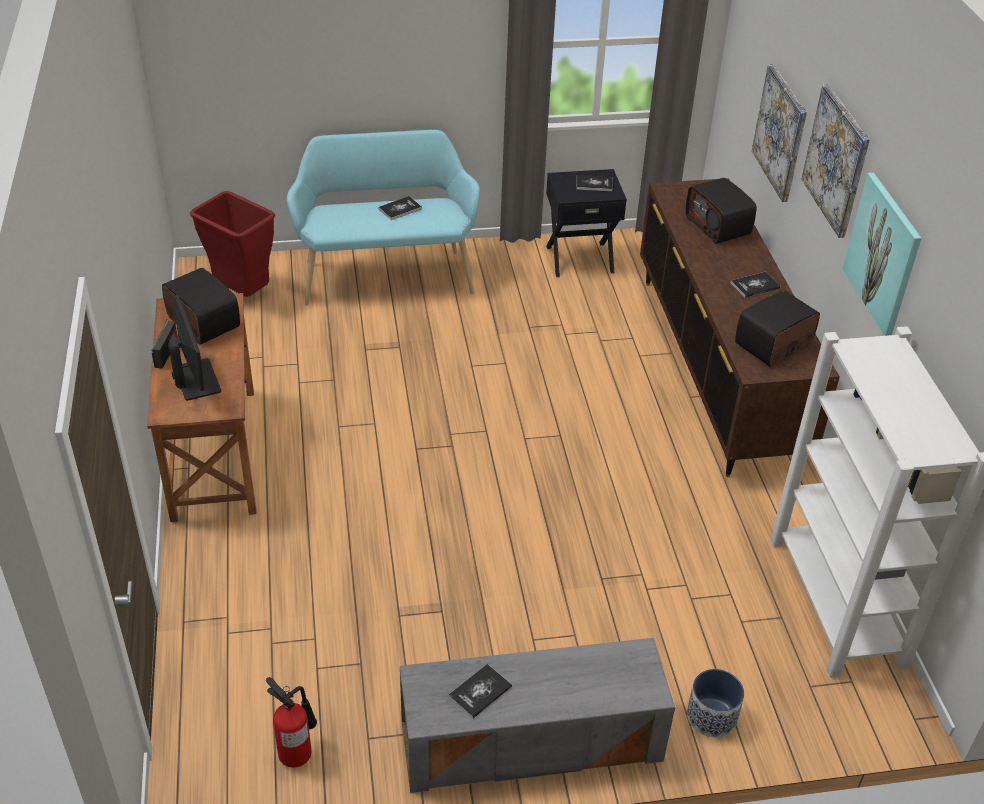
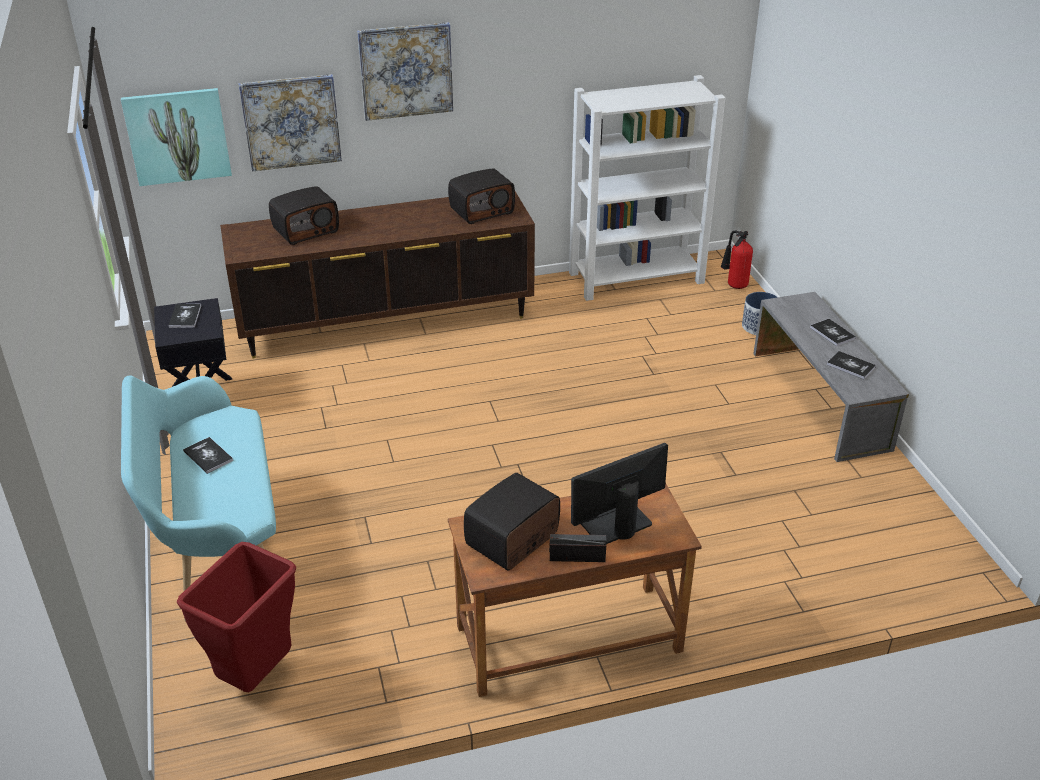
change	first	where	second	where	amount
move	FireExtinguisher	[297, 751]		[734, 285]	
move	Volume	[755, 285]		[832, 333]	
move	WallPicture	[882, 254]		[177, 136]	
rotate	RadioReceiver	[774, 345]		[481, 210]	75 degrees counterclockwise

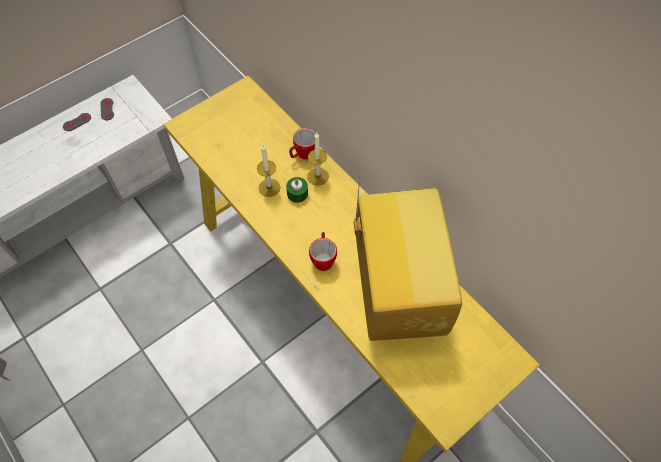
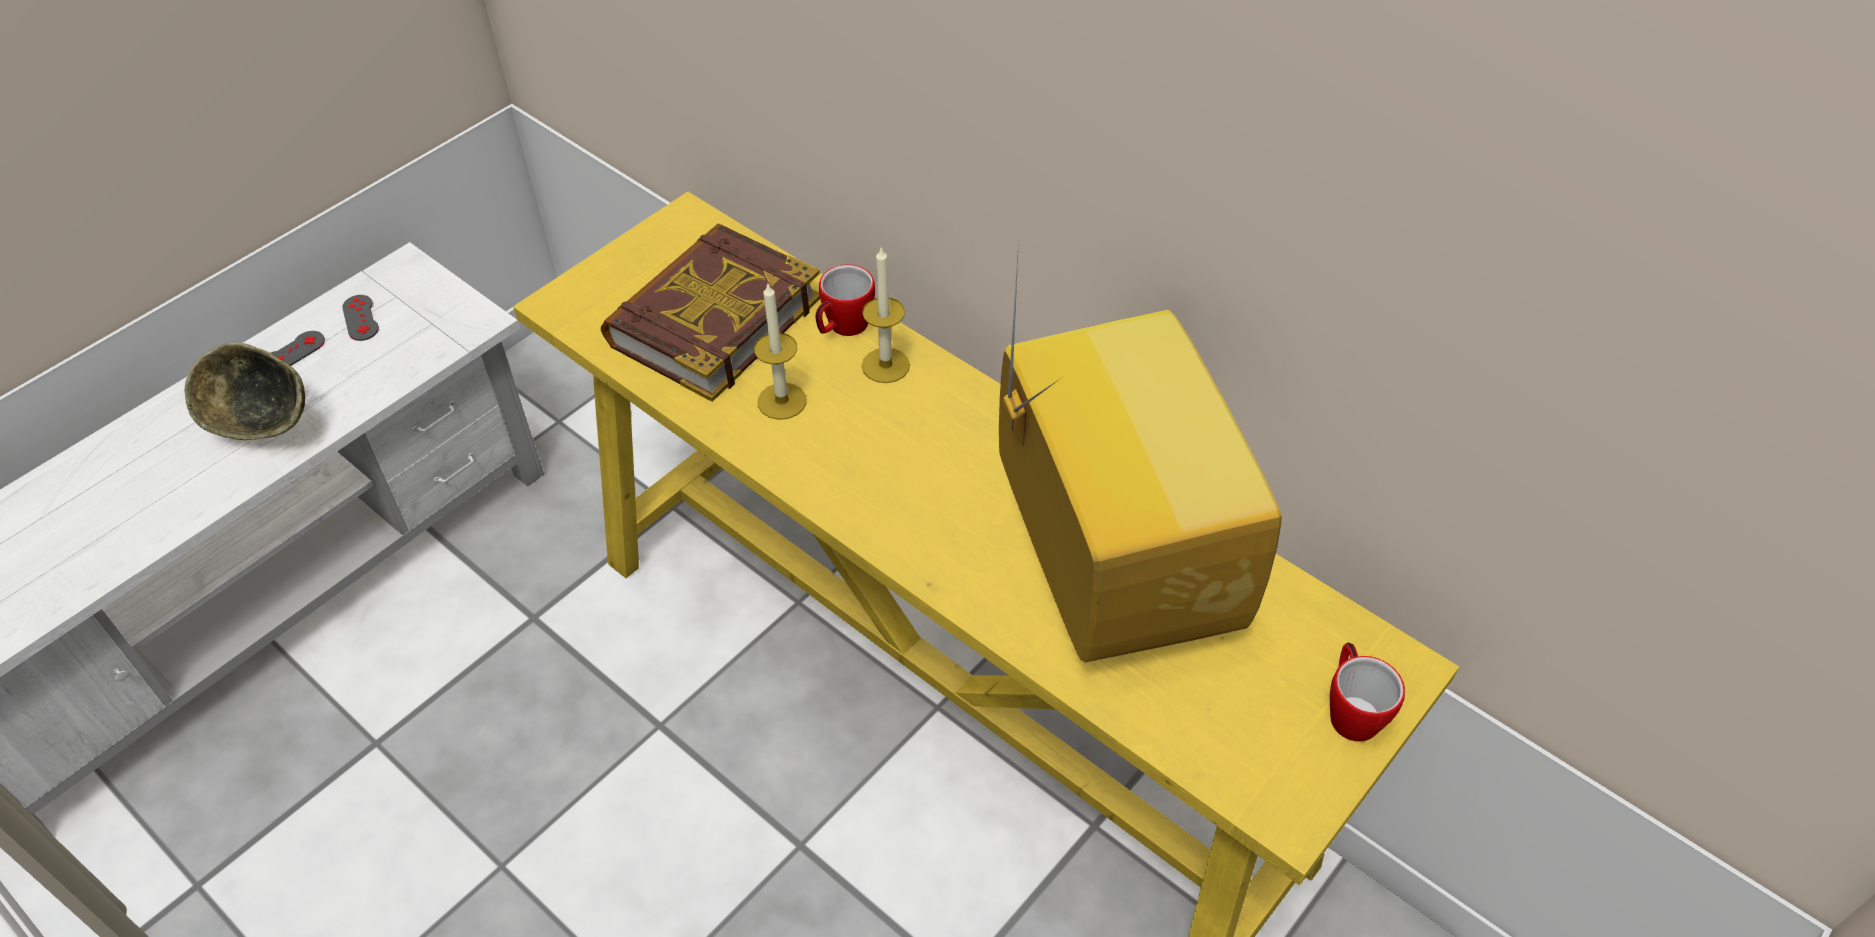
change	first	where	second	where	amount
delete	GreenColouredCandle	[297, 193]			
insert			DeepDish	[266, 426]	
insert			Volume	[713, 321]	
move	TeaMug	[323, 258]		[1350, 710]	

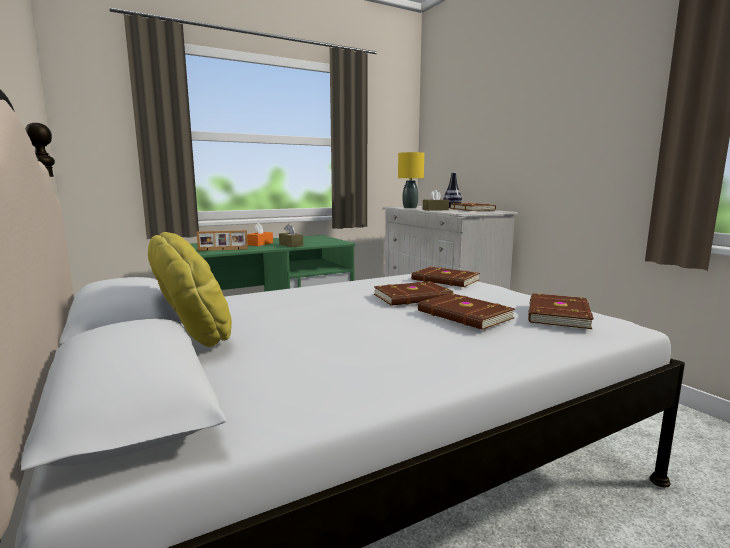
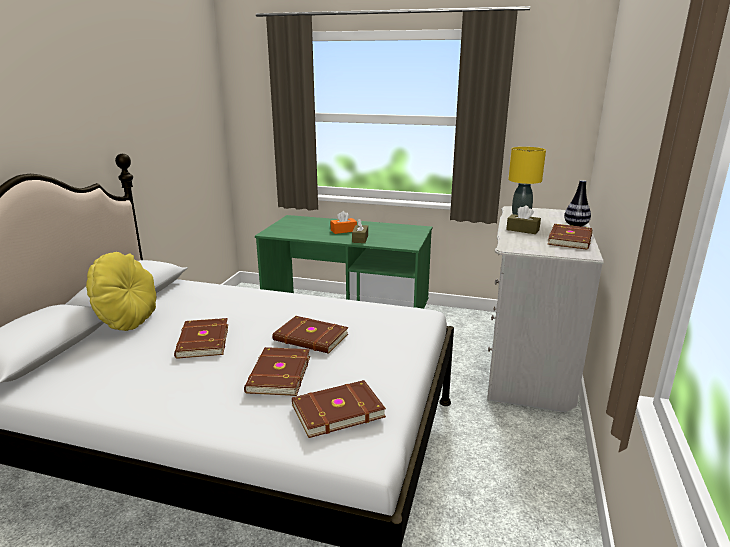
change	first	where	second	where	amount
delete	PhotoFrame	[223, 250]			
move	BrownVolume	[445, 280]		[201, 341]	

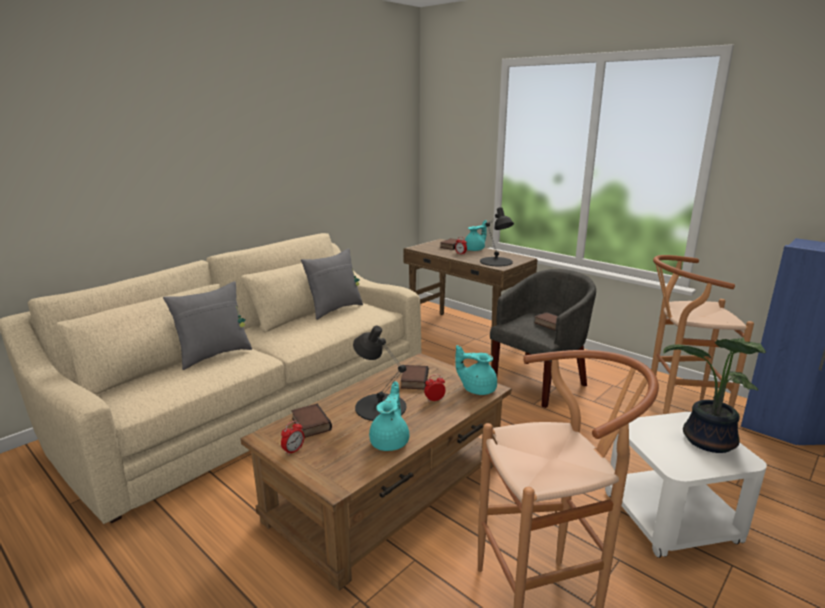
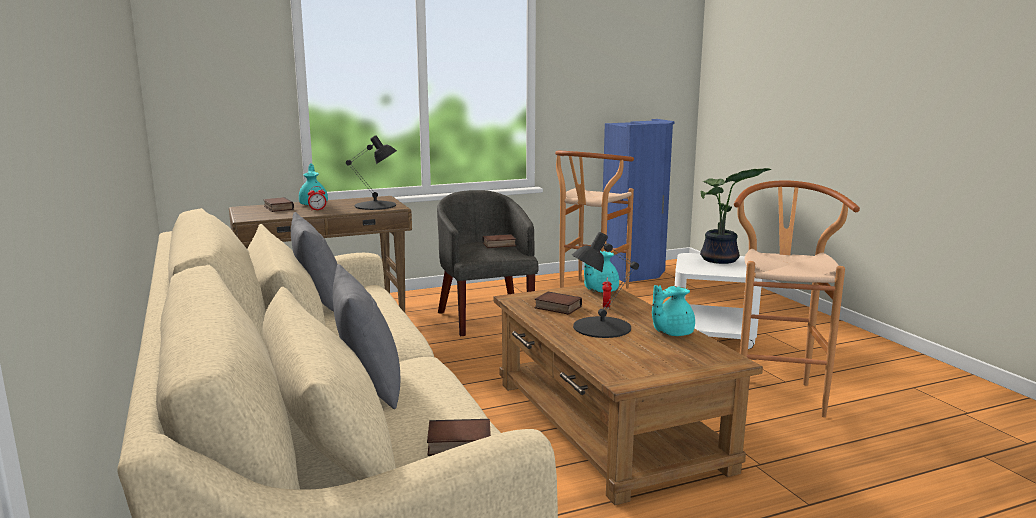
change	first	where	second	where	amount
delete	AlarmClock	[293, 450]			
move	Volume	[309, 424]		[458, 445]	
rotate	TurquoisePotForTea	[390, 441]		[671, 333]	75 degrees counterclockwise

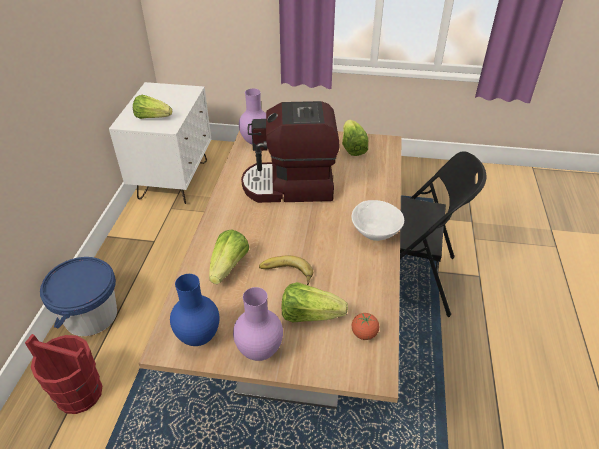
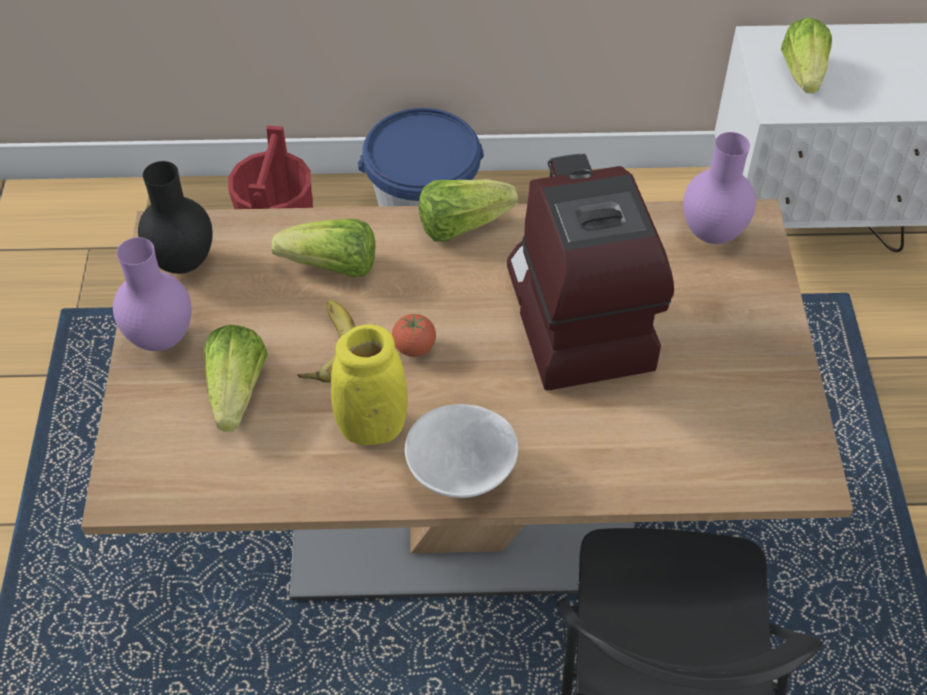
change	first	where	second	where	amount
insert			YellowishFlowerVase	[372, 426]	
move	LettuceHead	[352, 147]		[462, 225]	
move	Tomato	[364, 334]		[414, 347]	
recolor	BluishFlowerVase	[199, 338]	BlackishFlowerVase	[182, 264]	

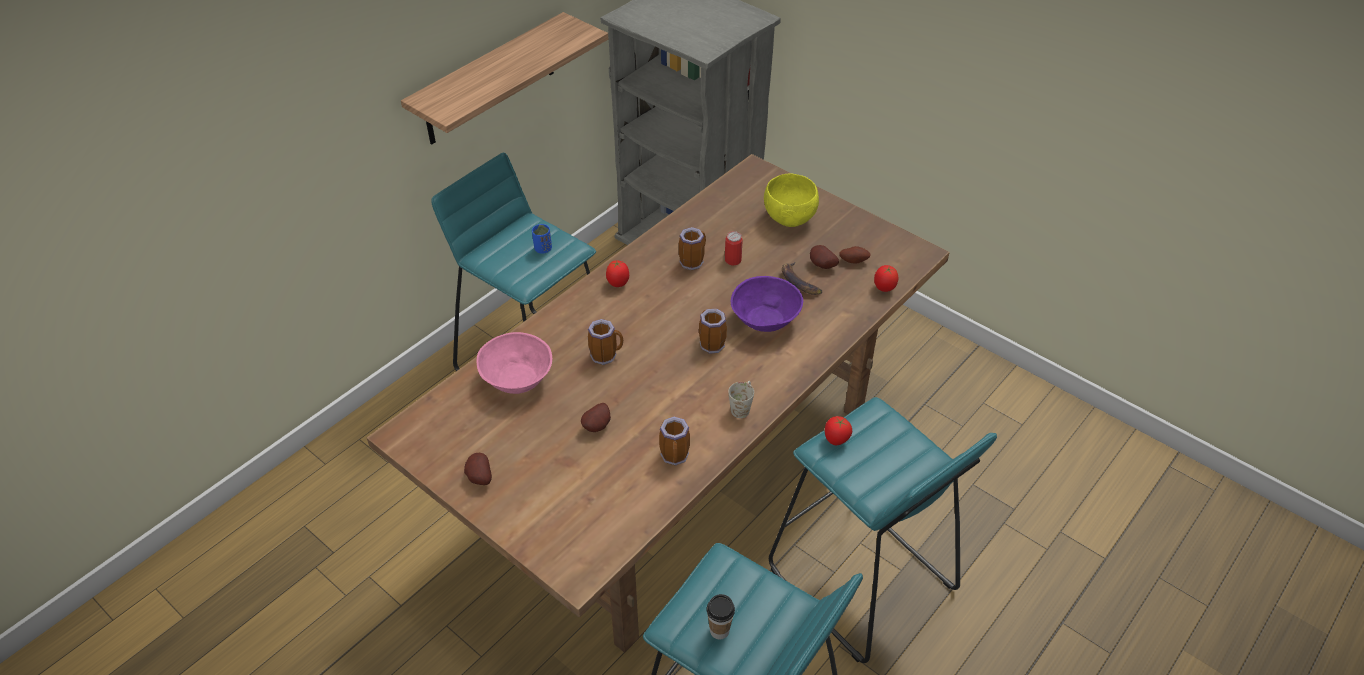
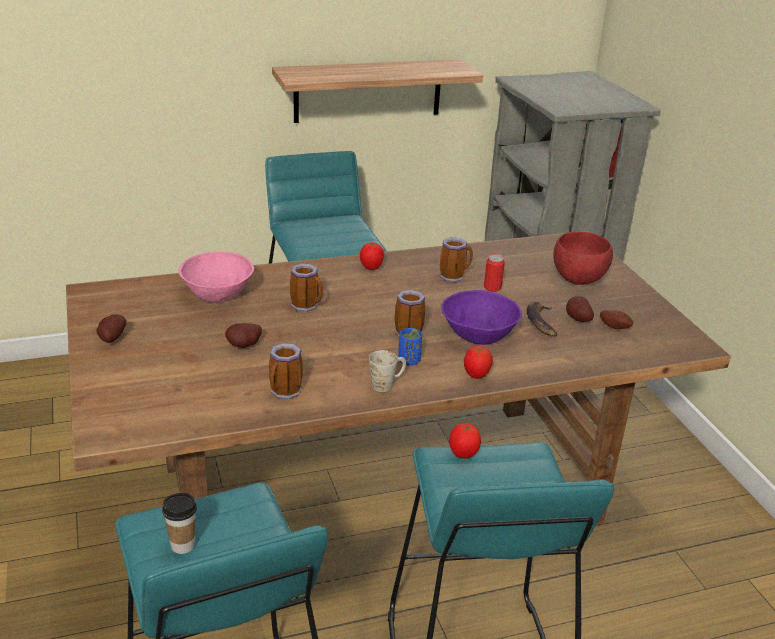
change	first	where	second	where	amount
move	BluishDrinkingCup	[543, 249]		[409, 361]	
move	Tomato	[884, 288]		[476, 376]	
recolor	YellowishDeepDish	[789, 218]	ReddishDeepDish	[578, 279]	

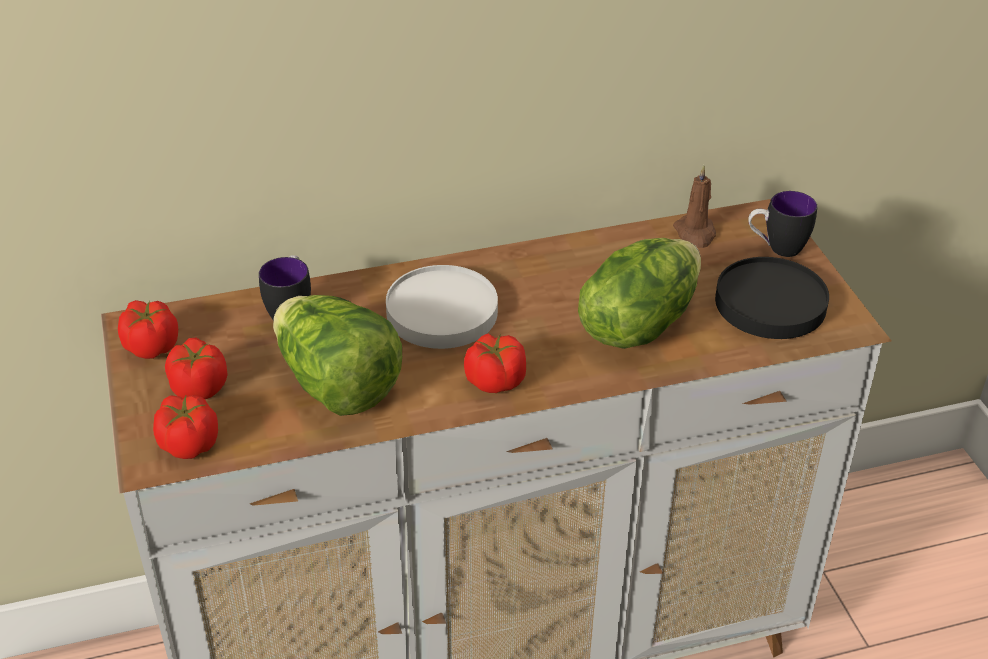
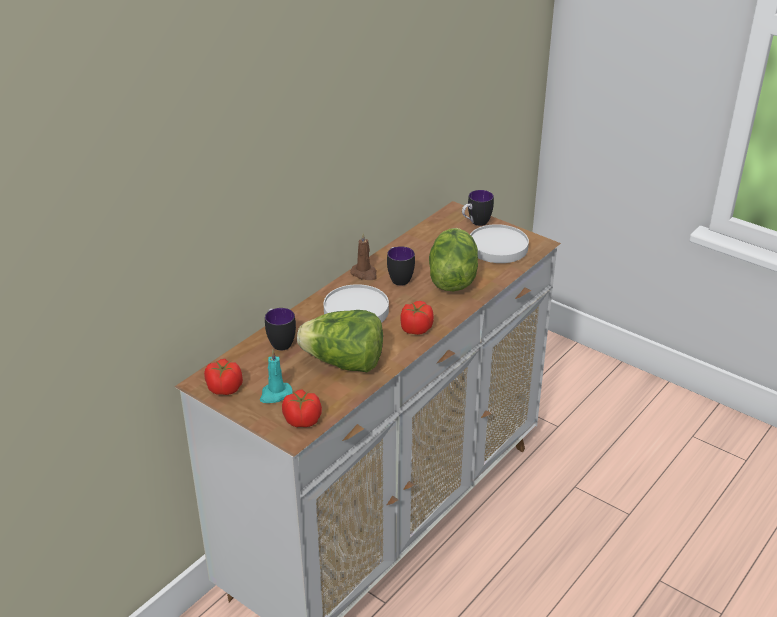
change	first	where	second	where	amount
insert			TeaMug	[398, 278]	
move	BrownCandle	[695, 233]		[364, 274]	
replace	Tomato	[199, 387]	TurquoiseCandle	[275, 394]	
recolor	BlackishFlatDish	[770, 303]	WhiteColouredFlatDish	[498, 247]	

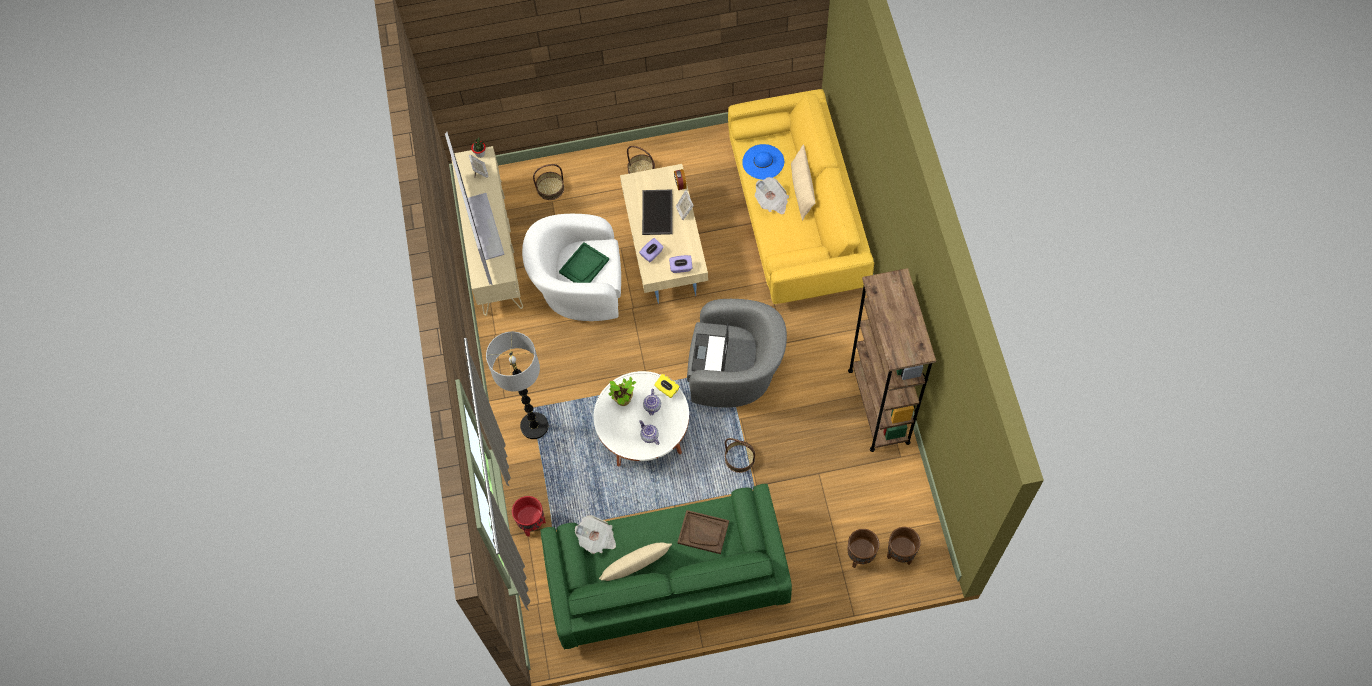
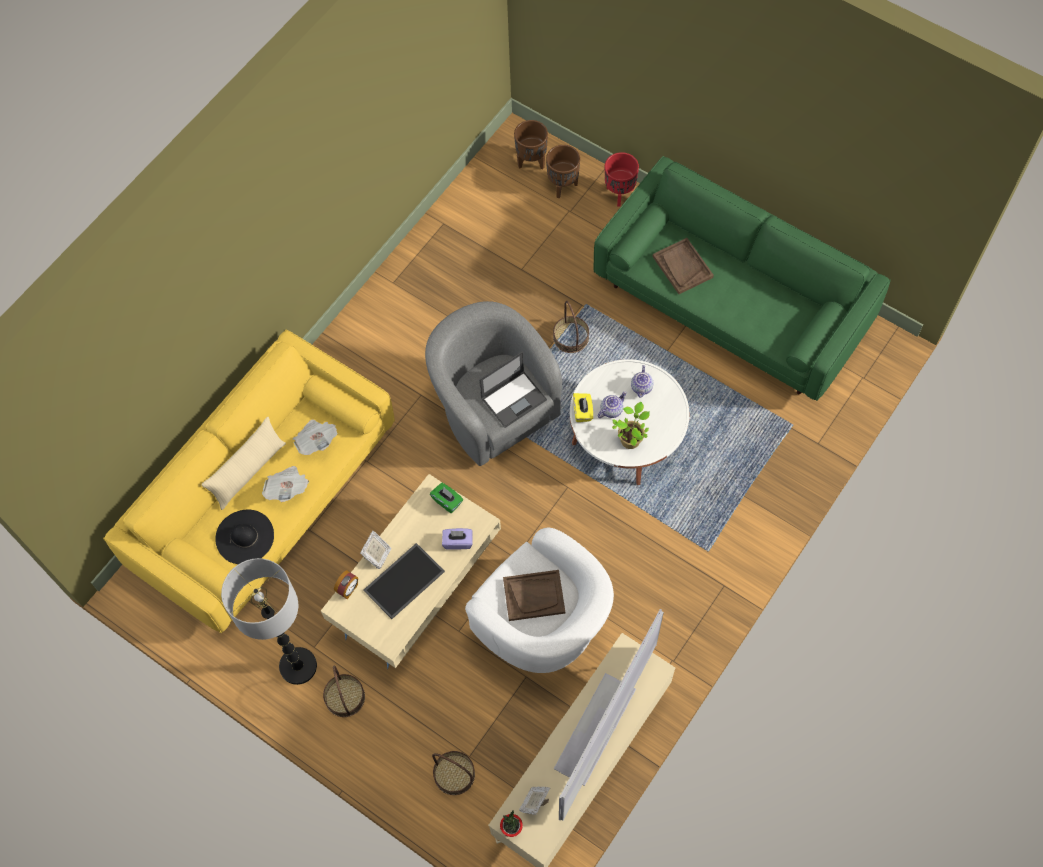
change	first	where	second	where	amount
delete	BeigeColouredPillow	[635, 566]			
delete	BrownShelvingUnit	[878, 406]			
move	FloorLamp	[534, 426]		[298, 666]	
move	ReddishPlantPot	[532, 524]		[620, 194]	
move	PrintedPaper	[597, 539]		[316, 441]	
recolor	GreenColouredTray	[584, 266]	BrownTray	[534, 596]	
recolor	PurpleBoxOfTissues	[681, 268]	GreenColouredBoxOfTissues	[447, 501]	
recolor	BluishHat	[763, 162]	BlackishHat	[245, 537]	

